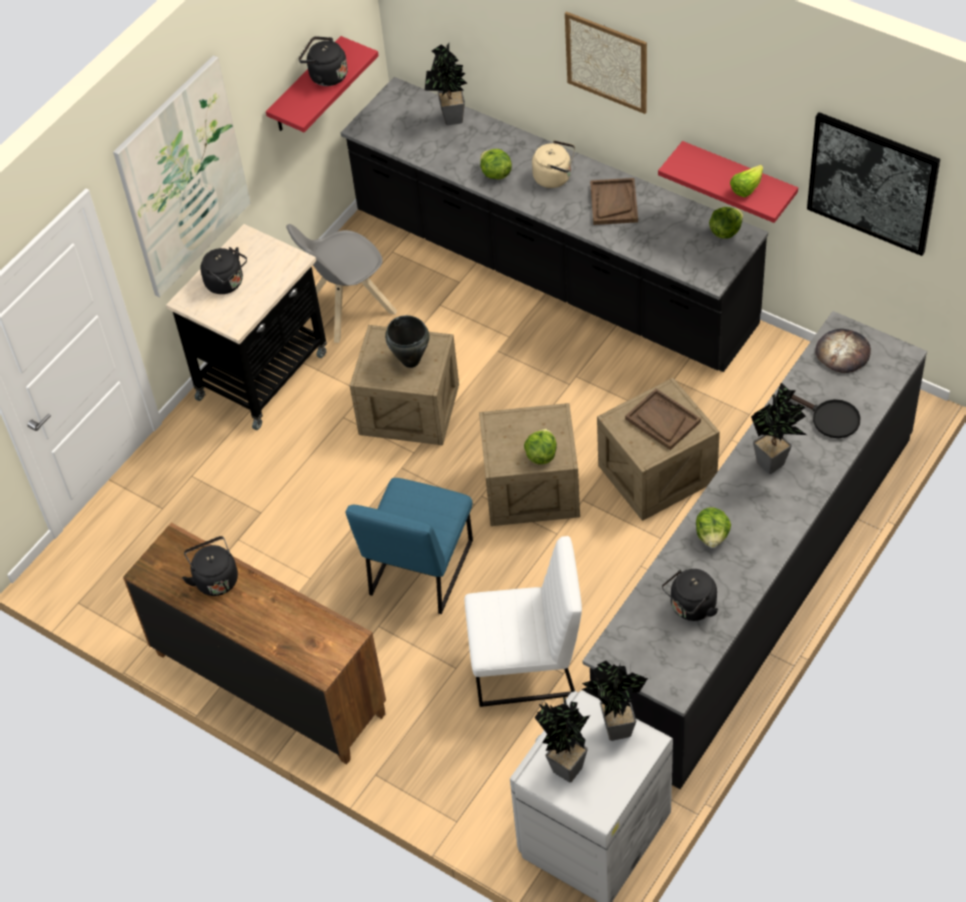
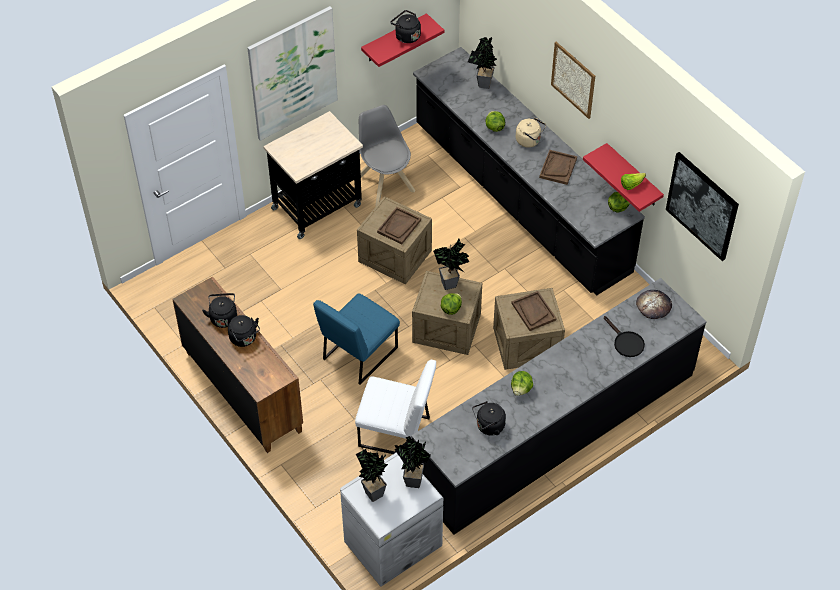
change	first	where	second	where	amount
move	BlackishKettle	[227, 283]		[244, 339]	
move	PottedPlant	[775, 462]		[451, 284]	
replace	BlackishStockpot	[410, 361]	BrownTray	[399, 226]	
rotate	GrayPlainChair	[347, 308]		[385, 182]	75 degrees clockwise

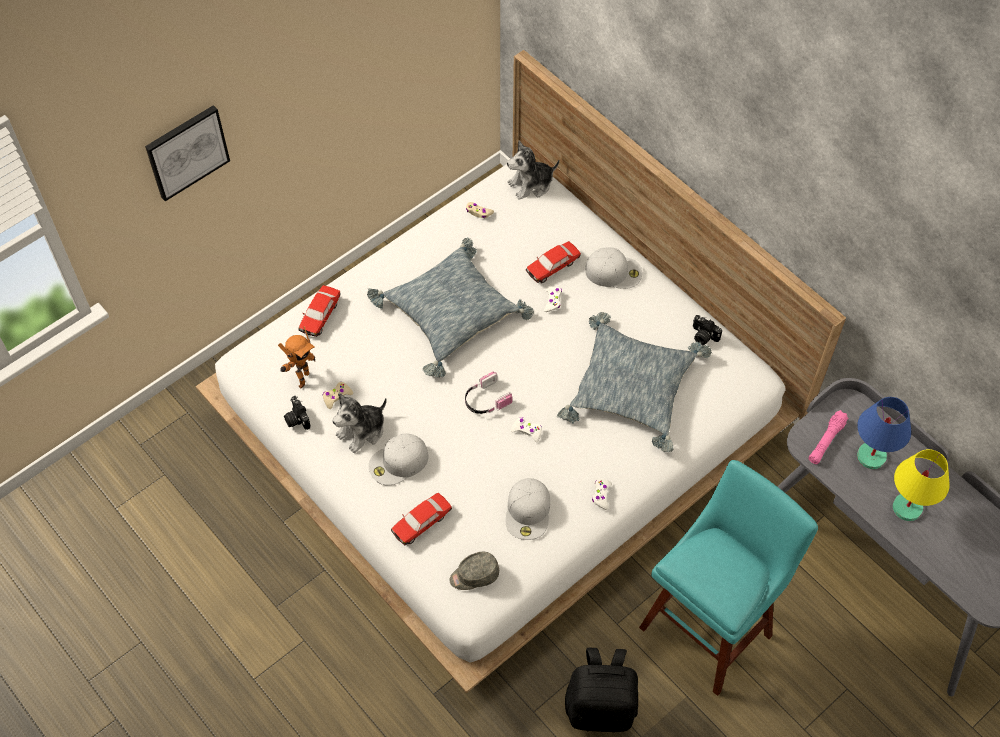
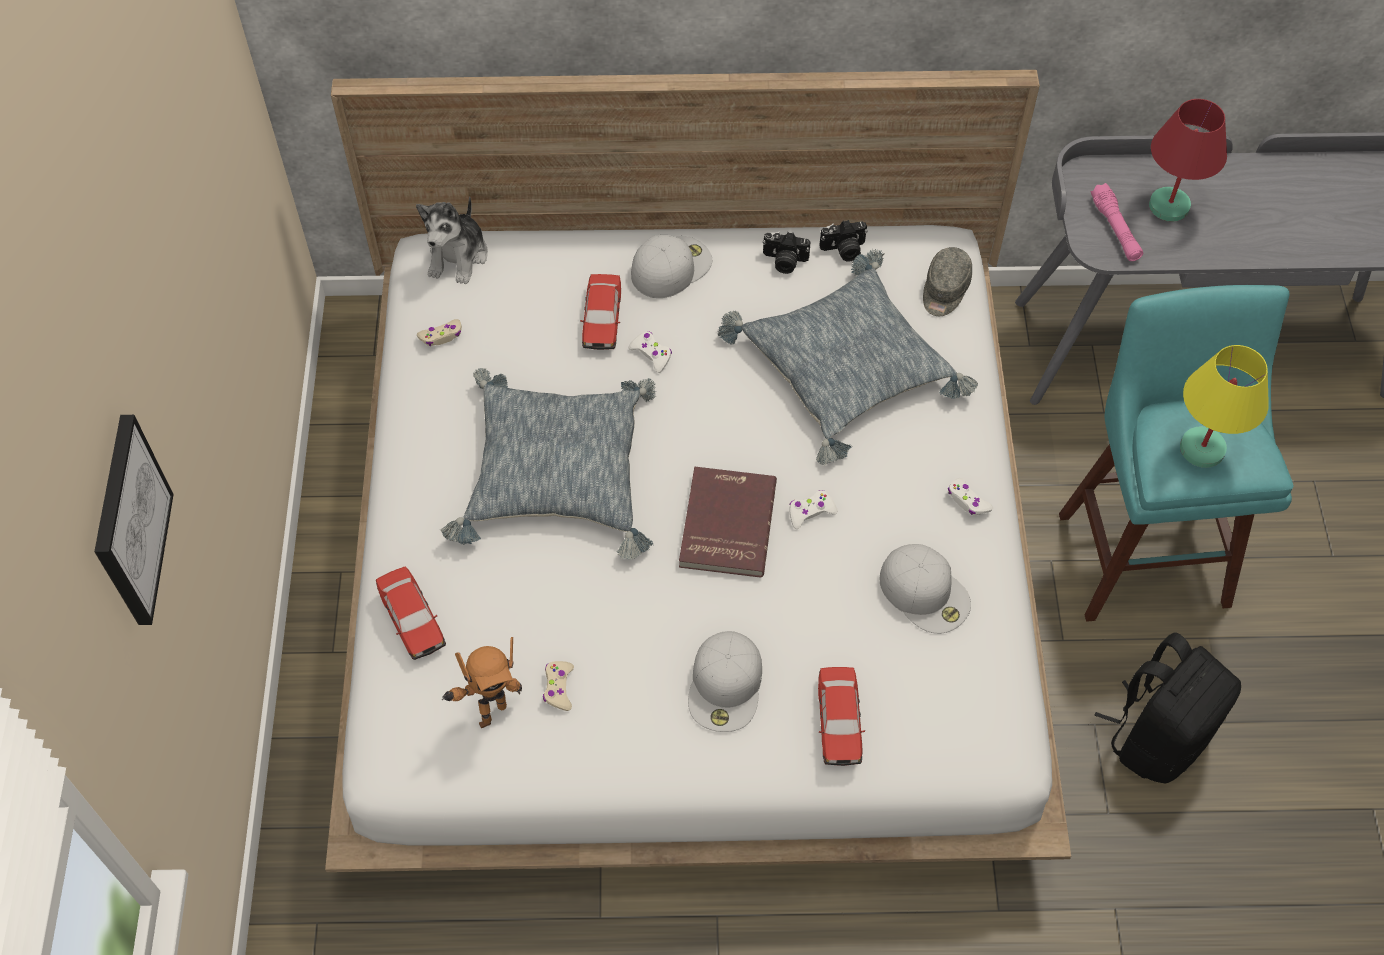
change	first	where	second	where	amount
delete	CuddlyToy	[362, 431]			
move	StillCamera	[296, 419]		[784, 261]	
move	GrayBaseballCap	[474, 575]		[944, 290]	
move	YellowishLampForATable	[907, 508]		[1202, 448]	
replace	Headphones	[485, 400]	ReddishVolume	[725, 524]	
recolor	BluishLampForATable	[870, 456]	ReddishLampForATable	[1168, 207]	
rotate	ToyRobot	[301, 379]		[489, 712]	75 degrees clockwise

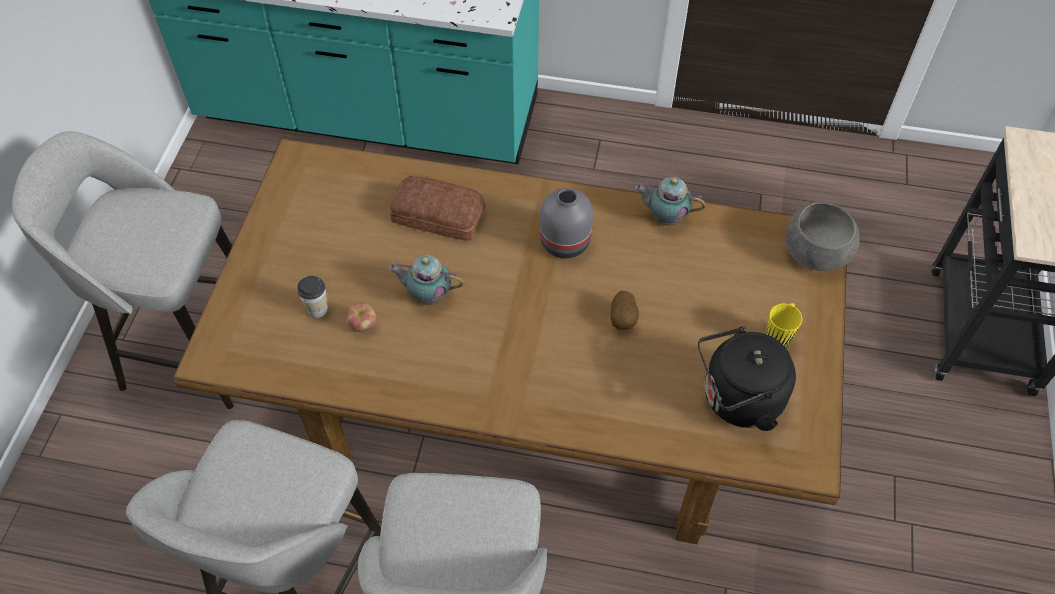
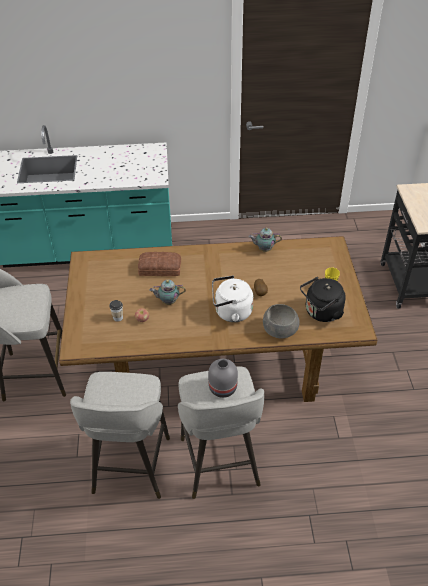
change	first	where	second	where	amount
insert			WhiteColouredKettle	[231, 312]	
move	GrayFlowerVase	[563, 242]		[222, 388]	
move	GrayDeepDish	[815, 252]		[279, 330]	

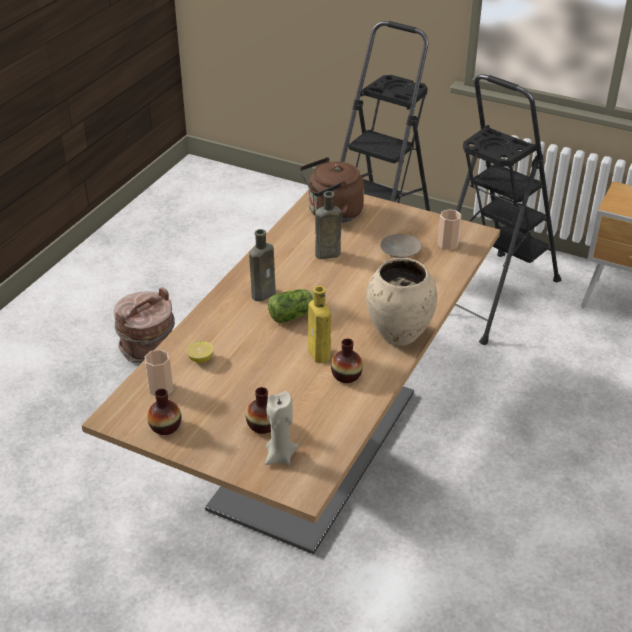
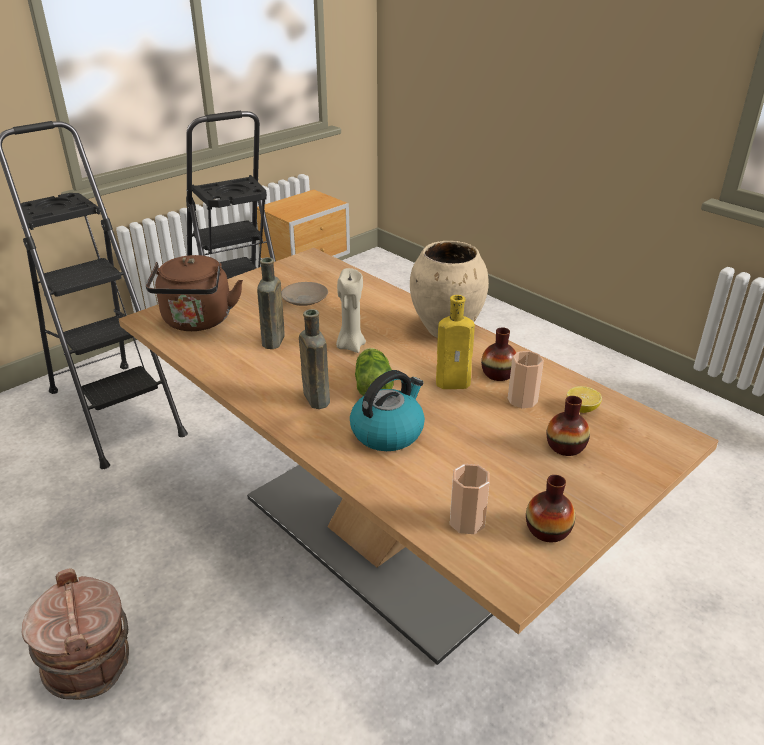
change	first	where	second	where	amount
insert			Kettle	[388, 432]	
move	Lemon	[200, 359]		[582, 409]	
move	BeigeColouredCandle	[280, 456]		[350, 346]	
move	DrinkingCup	[447, 244]		[522, 400]	

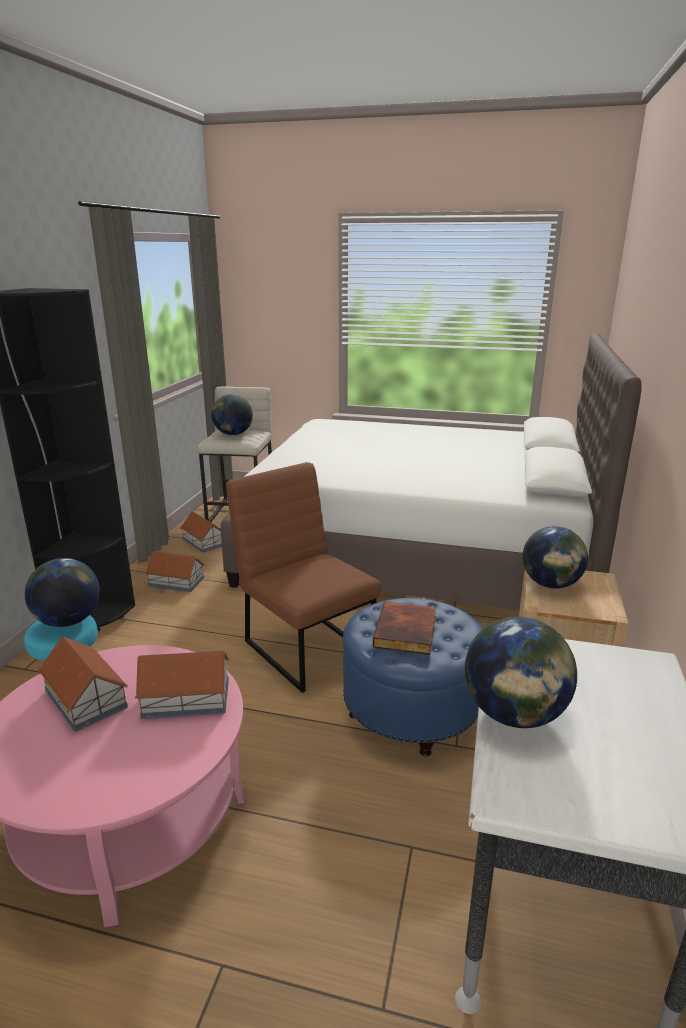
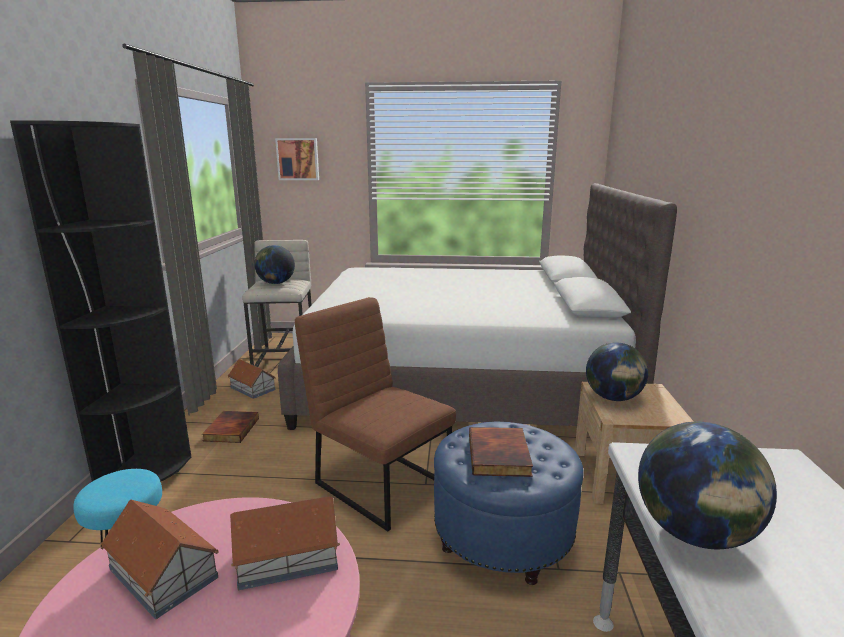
change	first	where	second	where	amount
delete	Globe	[68, 621]			
insert			WallPicture	[298, 159]	
replace	MiniatureHouse	[176, 581]	Volume	[230, 429]	

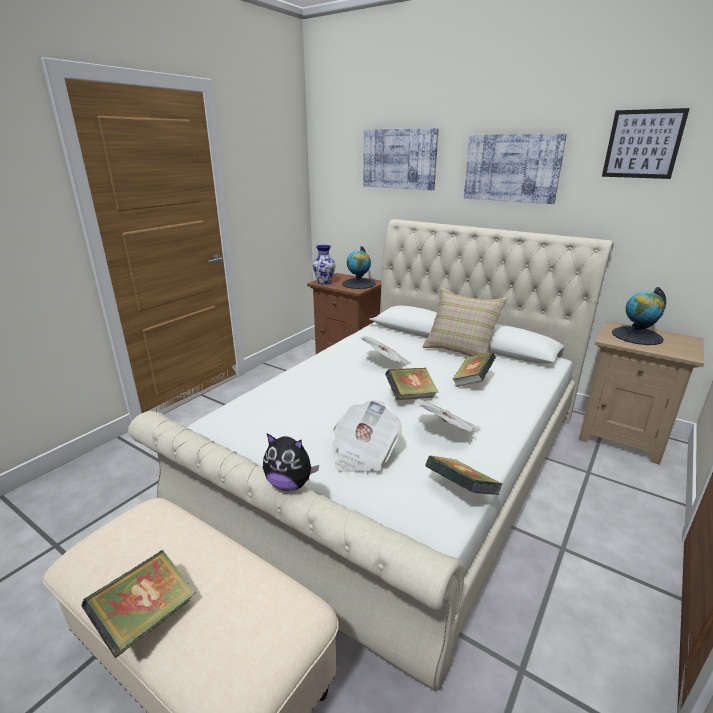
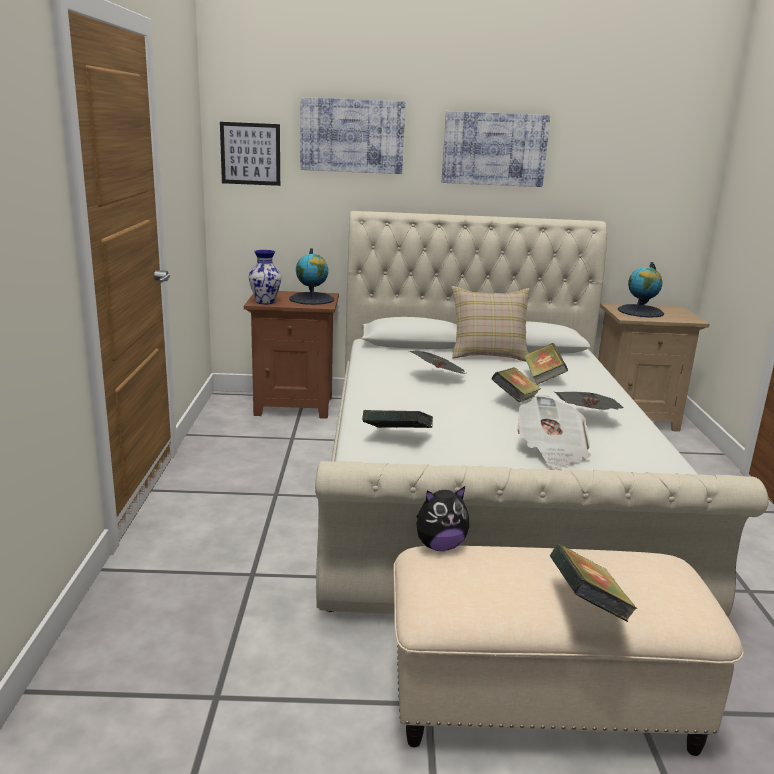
change	first	where	second	where	amount
move	CuddlyToy	[290, 484]		[439, 546]	
move	Volume	[460, 491]		[397, 437]	
move	WallPicture	[643, 144]		[250, 154]	

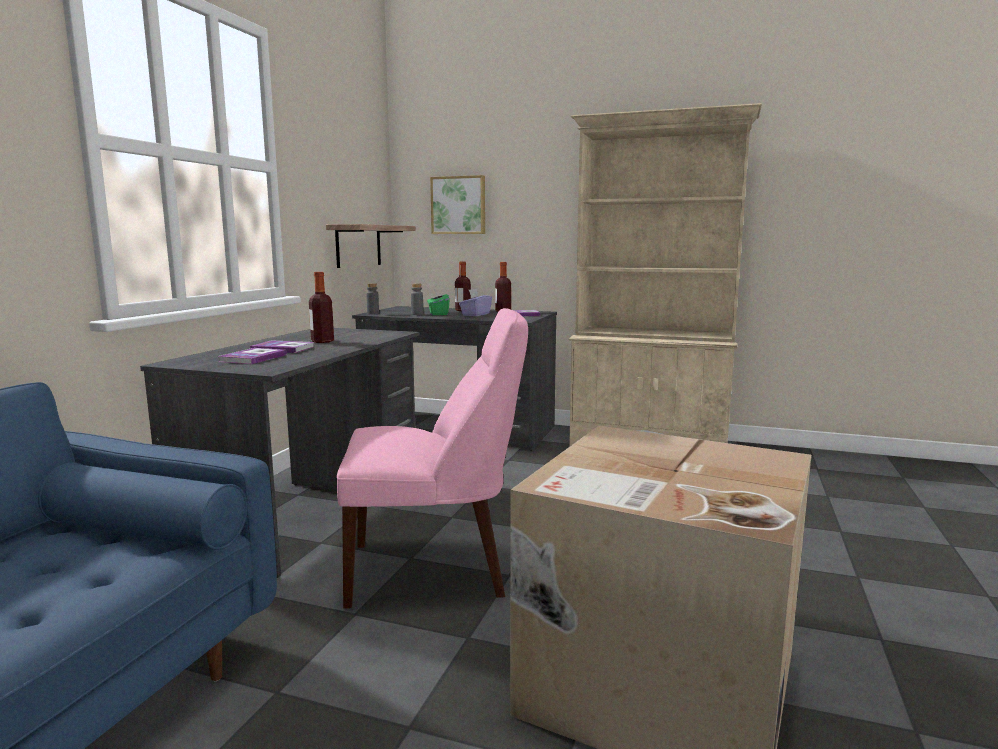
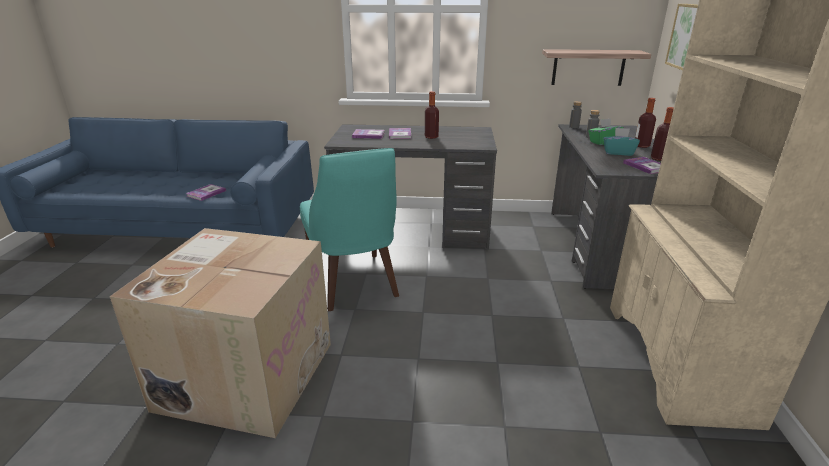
change	first	where	second	where	amount
insert			Volume	[206, 193]	
recolor	PinkPlainChair	[435, 570]	TurquoisePlainChair	[354, 284]	
recolor	PurpleBoxOfTissues	[475, 314]	TurquoiseBoxOfTissues	[618, 152]	

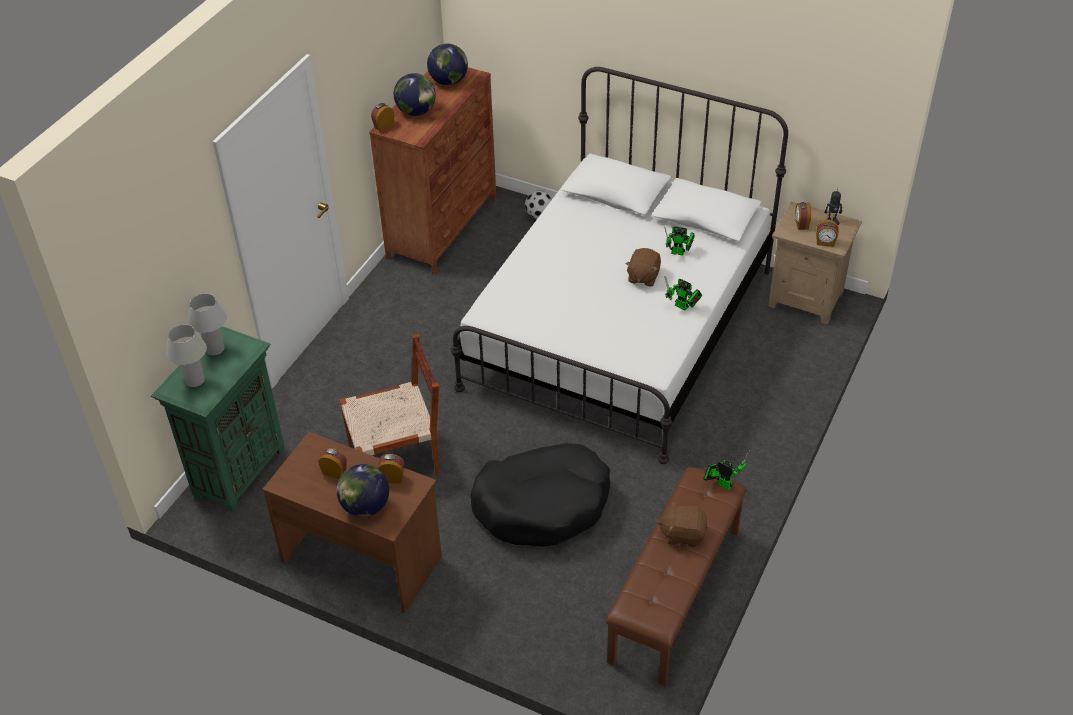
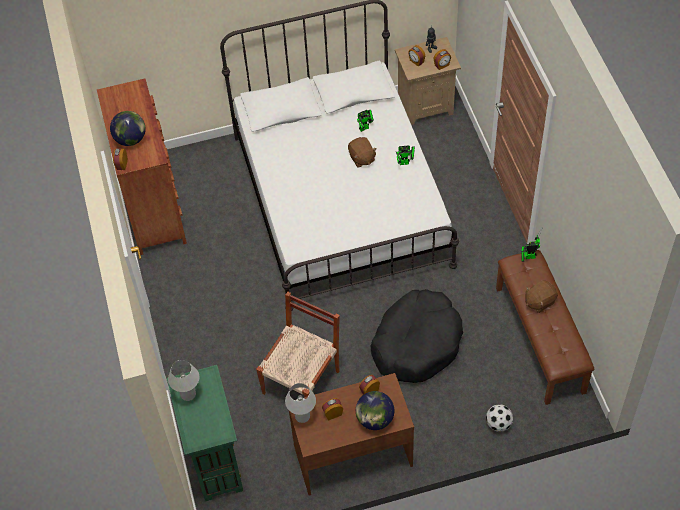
change	first	where	second	where	amount
delete	Globe	[448, 81]			
move	WhiteColouredLampForATable	[195, 380]		[302, 416]	
move	Football	[539, 215]		[498, 424]	

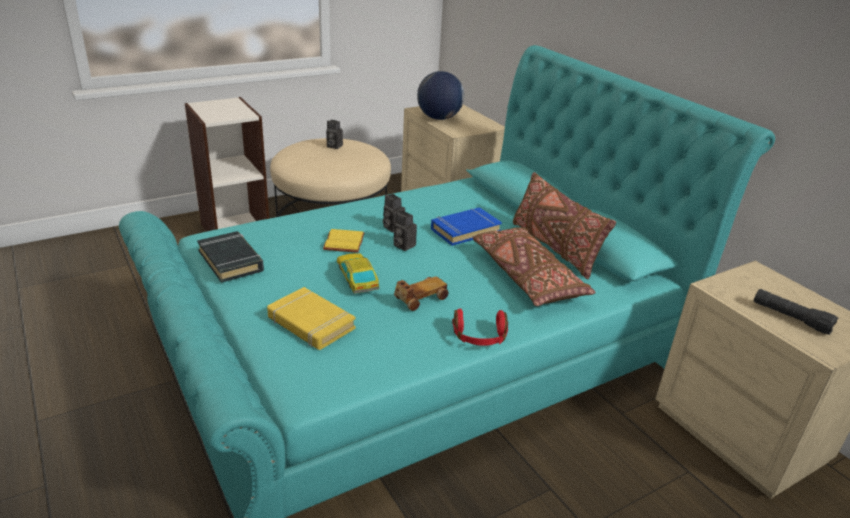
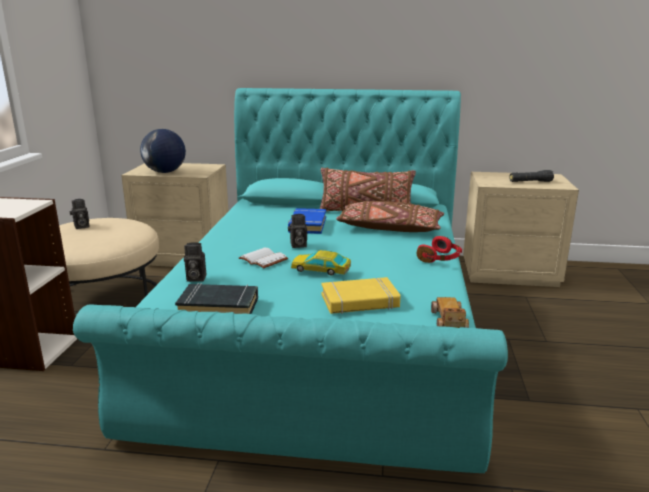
change	first	where	second	where	amount
move	StillCamera	[392, 227]		[195, 278]	
move	ModelCar	[420, 298]		[448, 322]	
recolor	YellowishVolume	[343, 242]	WhiteColouredVolume	[262, 260]	

